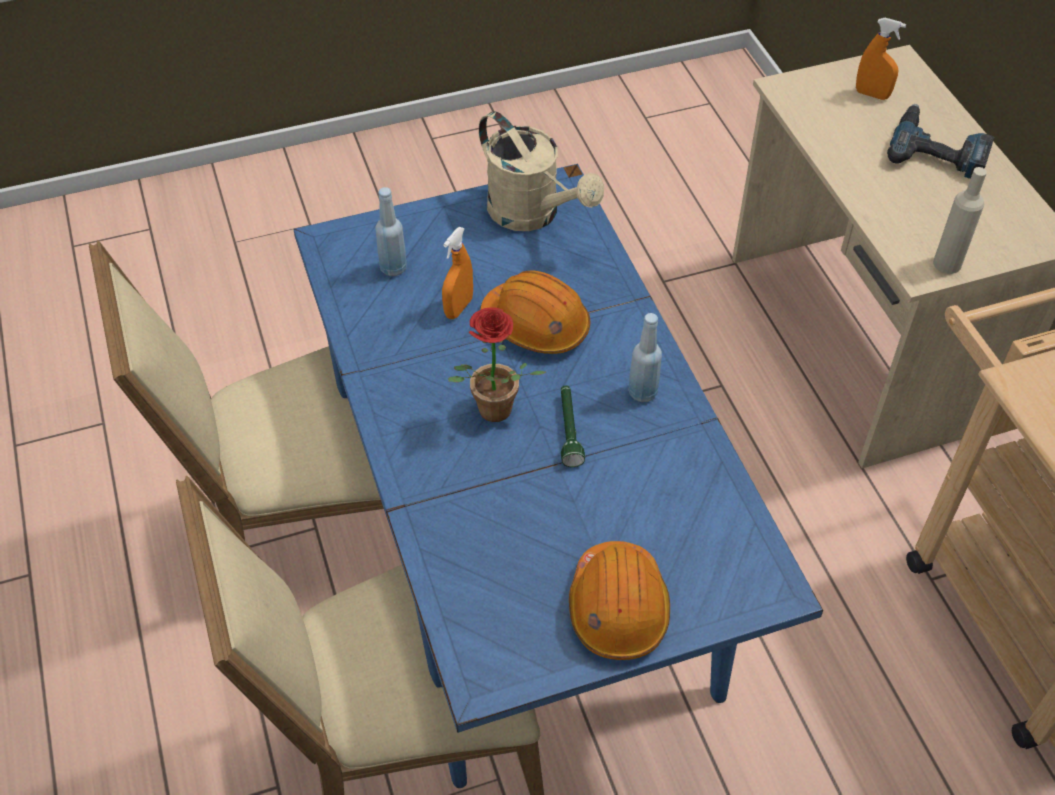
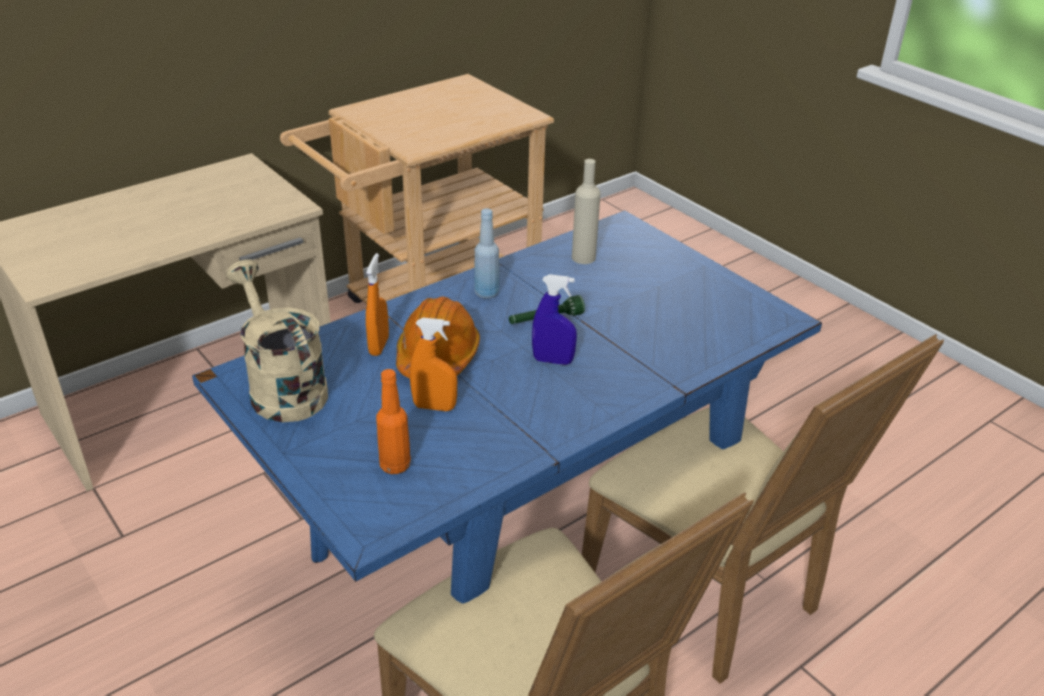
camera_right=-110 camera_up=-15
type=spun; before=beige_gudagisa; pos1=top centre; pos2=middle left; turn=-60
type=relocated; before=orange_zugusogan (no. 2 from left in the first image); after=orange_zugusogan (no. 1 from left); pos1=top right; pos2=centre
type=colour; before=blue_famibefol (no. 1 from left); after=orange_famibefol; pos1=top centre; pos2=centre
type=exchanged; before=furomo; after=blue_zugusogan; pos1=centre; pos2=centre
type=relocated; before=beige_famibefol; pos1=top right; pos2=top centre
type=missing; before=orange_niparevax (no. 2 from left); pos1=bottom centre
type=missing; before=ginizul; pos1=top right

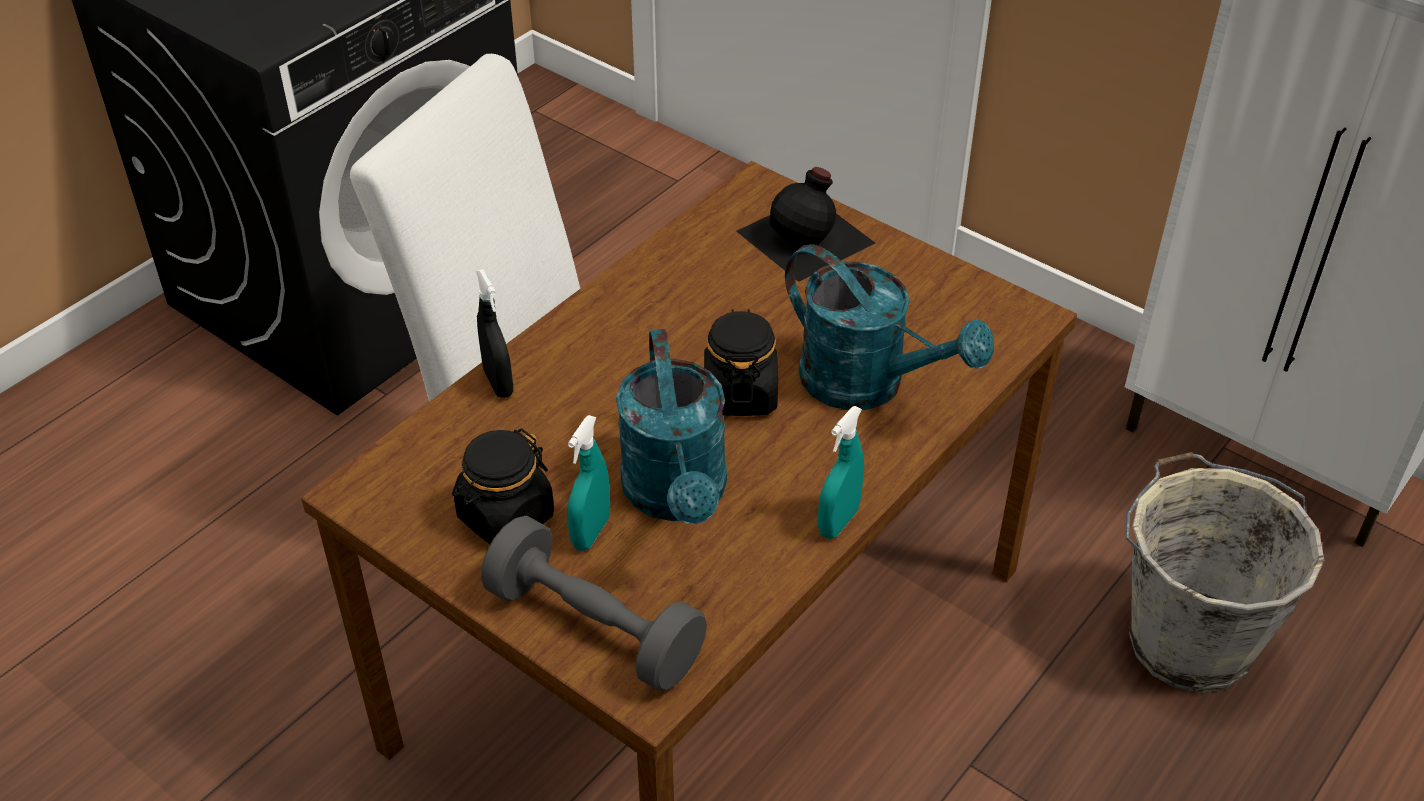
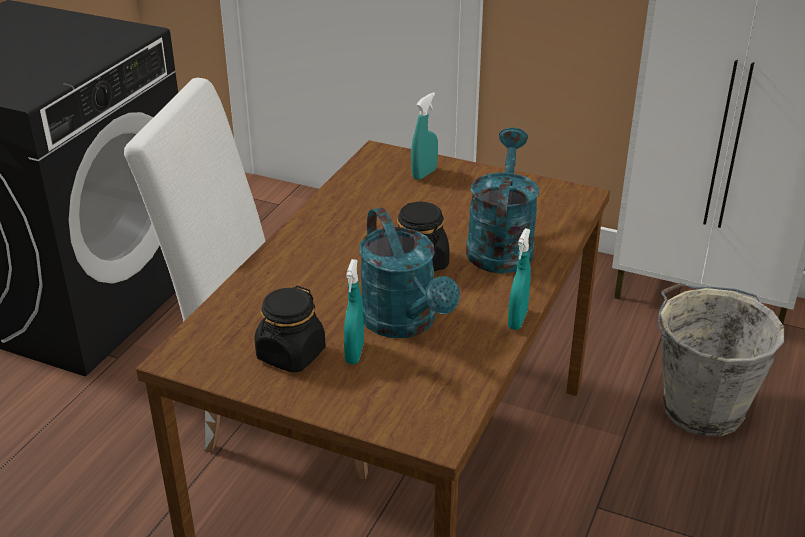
camera_right=-15 camera_up=-10
type=exchanged; before=black_famibefol; after=turquoise_zugusogan (no. 2 from left); pos1=top centre; pos2=top centre
type=spun; before=turquoise_gudagisa (no. 2 from left); pos1=centre; pos2=centre; turn=-105
type=missing; before=black_zugusogan; pos1=centre
type=missing; before=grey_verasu; pos1=bottom centre

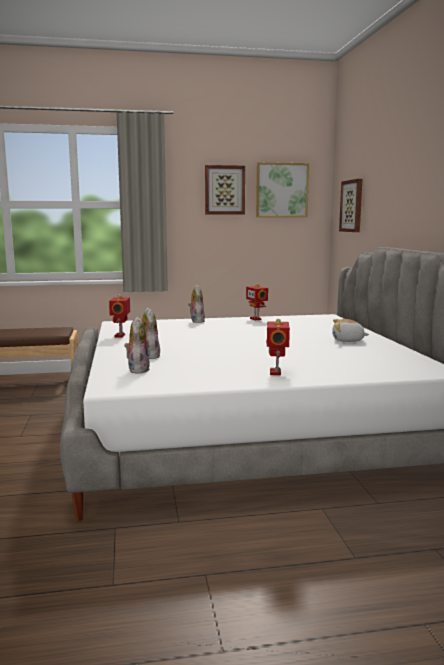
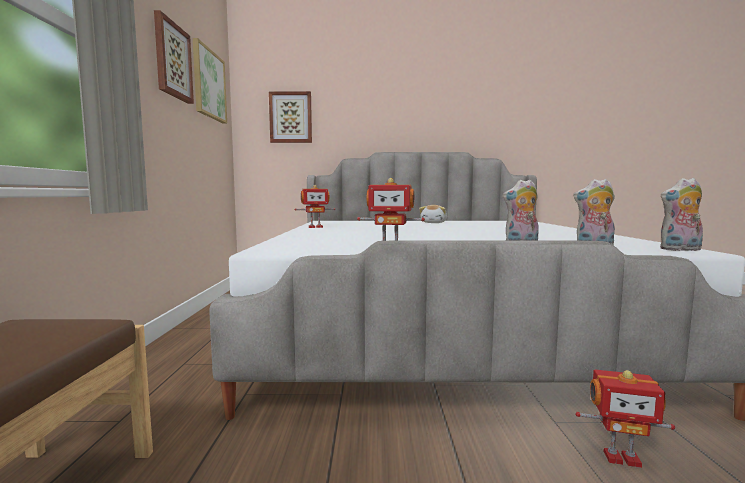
camera_right=-80 camera_up=-5
type=relocated; before=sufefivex (no. 3 from left); pos1=centre; pos2=bottom right
type=relocated; before=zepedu (no. 3 from left in the first image); after=zepedu (no. 4 from left); pos1=centre; pos2=middle right

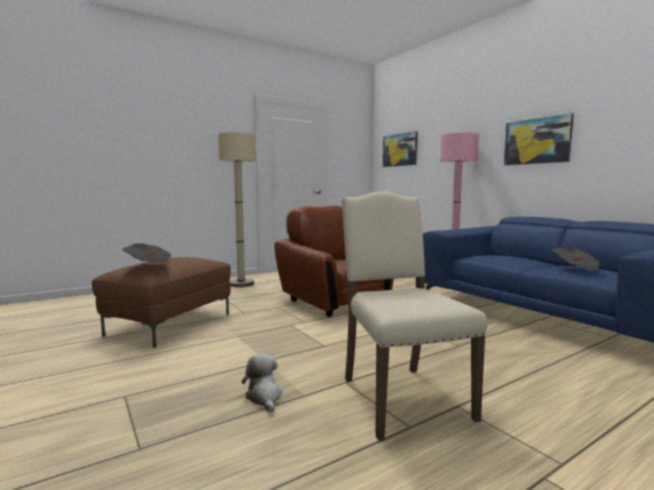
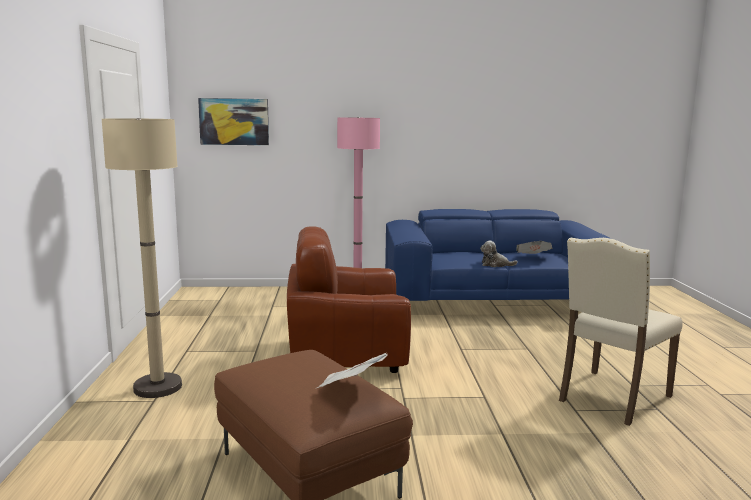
camera_right=-60 camera_up=5
type=relocated; before=zepedu; pos1=bottom centre; pos2=centre
type=spun; before=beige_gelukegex; pos1=centre; pos2=middle right; turn=-60
type=missing; before=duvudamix (no. 2 from left); pos1=top right

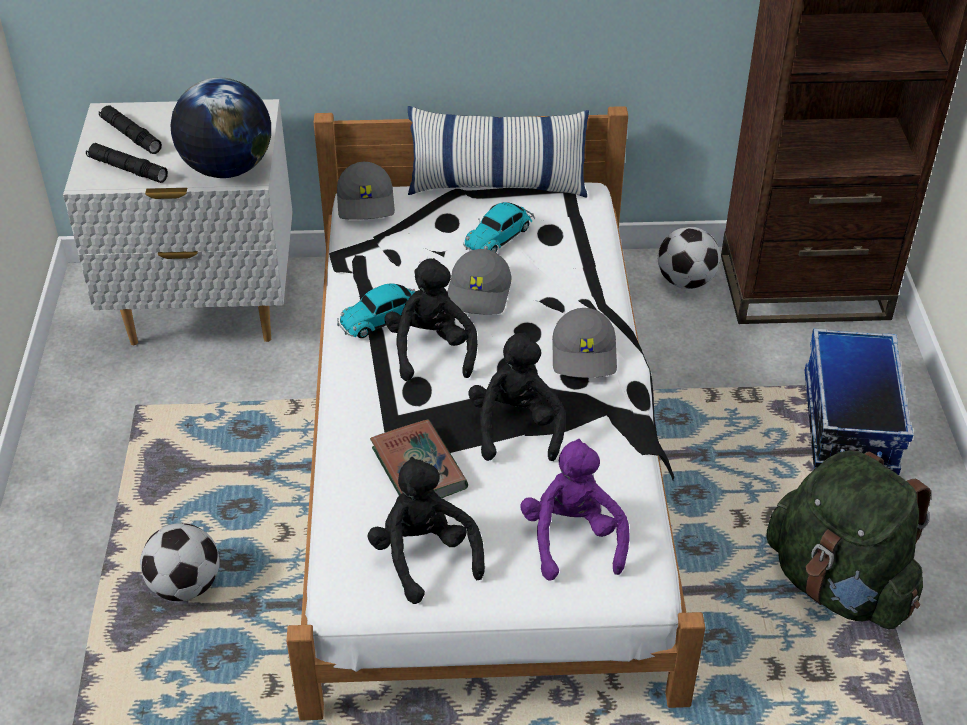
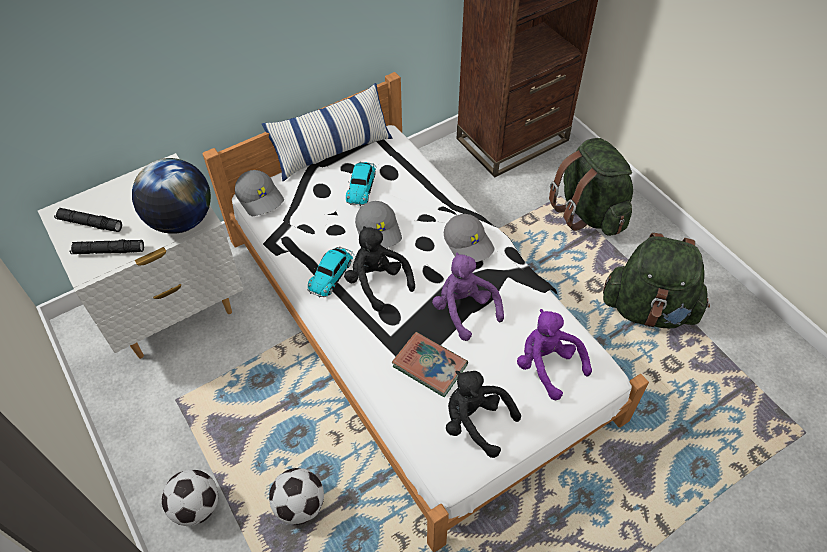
camera_right=-30 camera_up=10
type=relocated; before=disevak (no. 2 from left in the first image); after=disevak (no. 1 from left); pos1=middle right; pos2=bottom left
type=colour; before=black_zepedu (no. 3 from left); after=purple_zepedu (no. 1 from left); pos1=centre; pos2=centre
type=exchanged; before=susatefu; after=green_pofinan (no. 1 from left); pos1=middle right; pos2=middle right

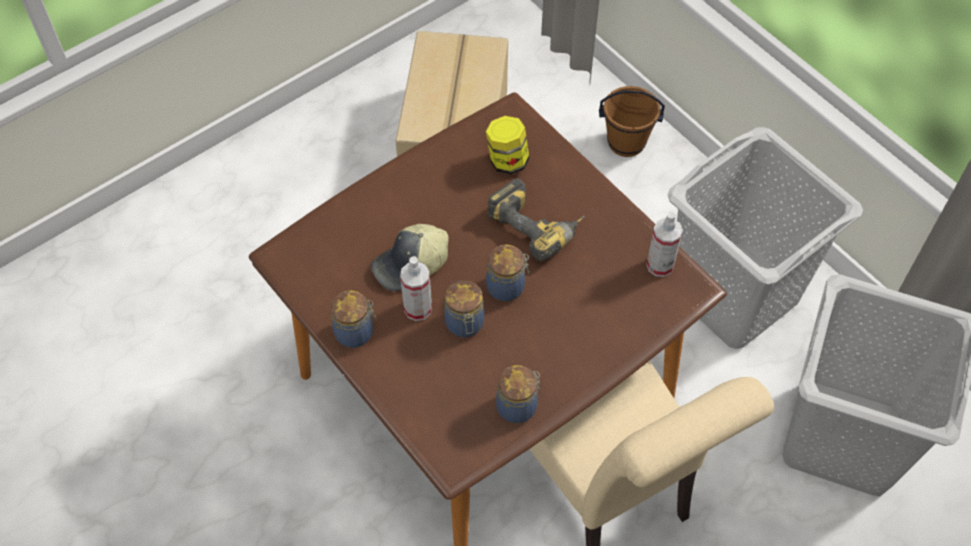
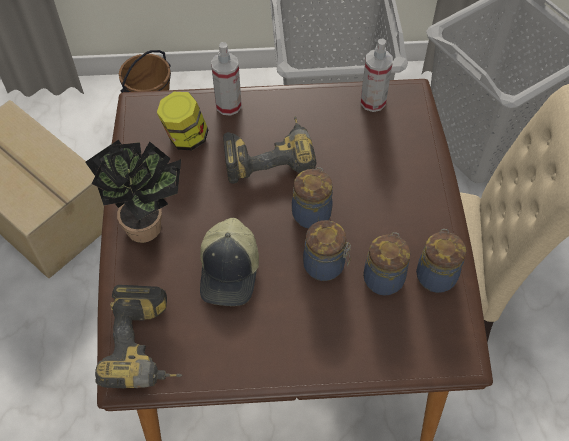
camera_right=-55 camera_up=0
type=appeared; after=furomo; pos2=middle left
type=appeared; after=ginizul (no. 1 from left); pos2=bottom left
type=relocated; before=zugusogan (no. 1 from left); pos1=centre; pos2=top centre
type=relocated; before=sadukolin (no. 1 from left in the first image); after=sadukolin (no. 4 from left); pos1=centre; pos2=middle right

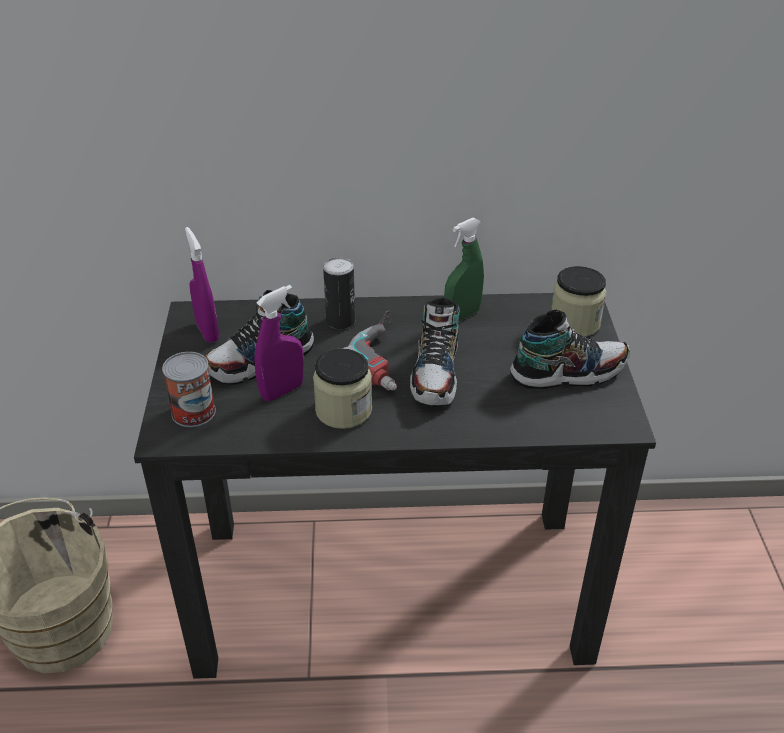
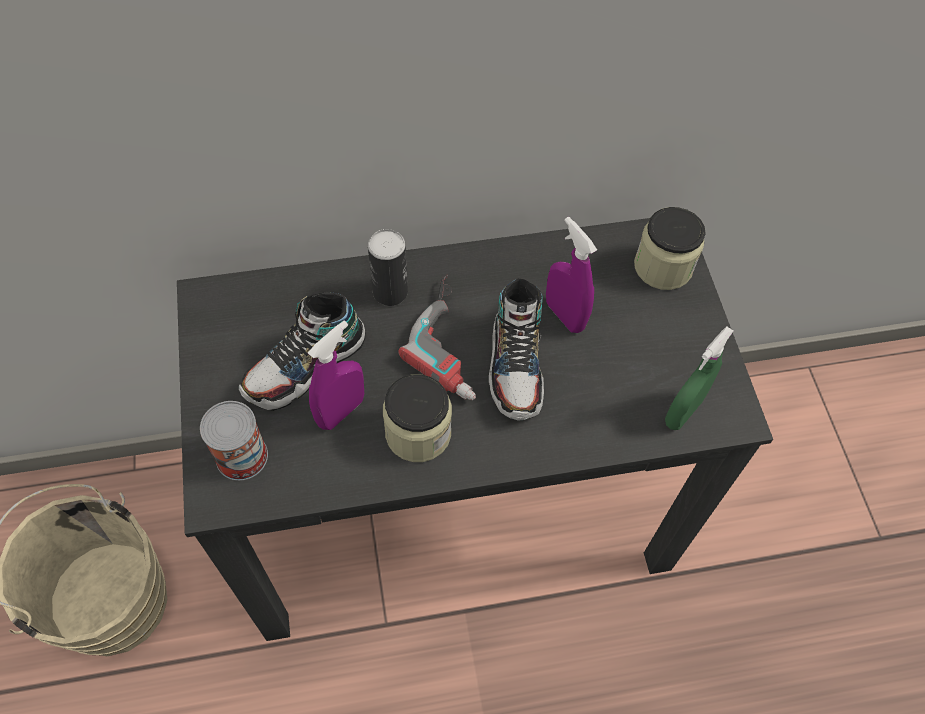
camera_right=-10 camera_up=20
type=relocated; before=purple_zugusogan (no. 1 from left in the first image); after=purple_zugusogan (no. 2 from left); pos1=middle left; pos2=centre
type=relocated; before=green_zugusogan; pos1=centre; pos2=middle right
type=missing; before=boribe (no. 3 from left); pos1=middle right

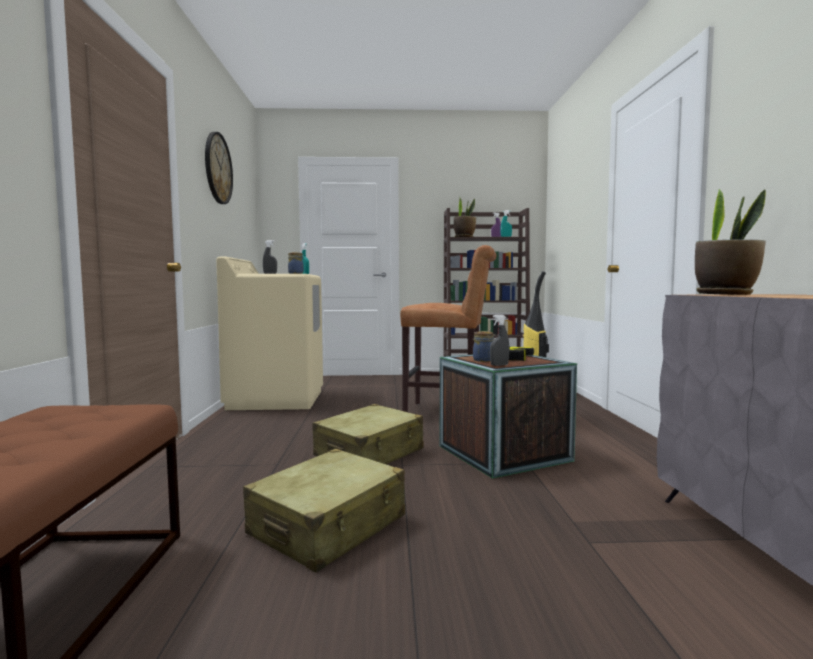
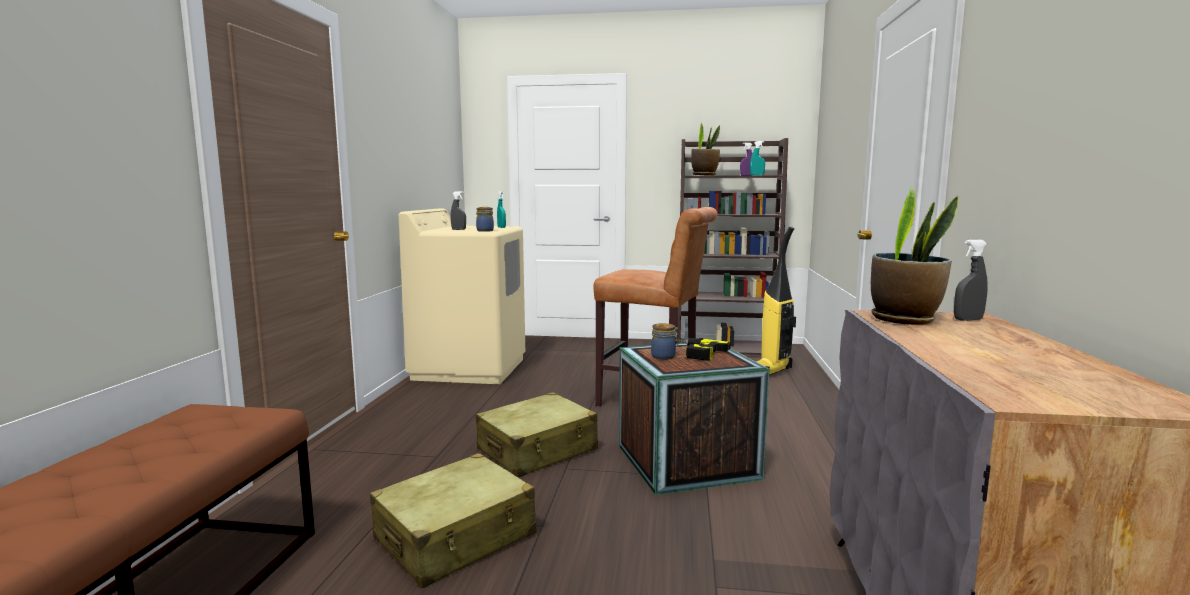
camera_right=10 camera_up=5
type=relocated; before=grey_zugusogan (no. 2 from left); pos1=centre; pos2=middle right
type=missing; before=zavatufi; pos1=top left

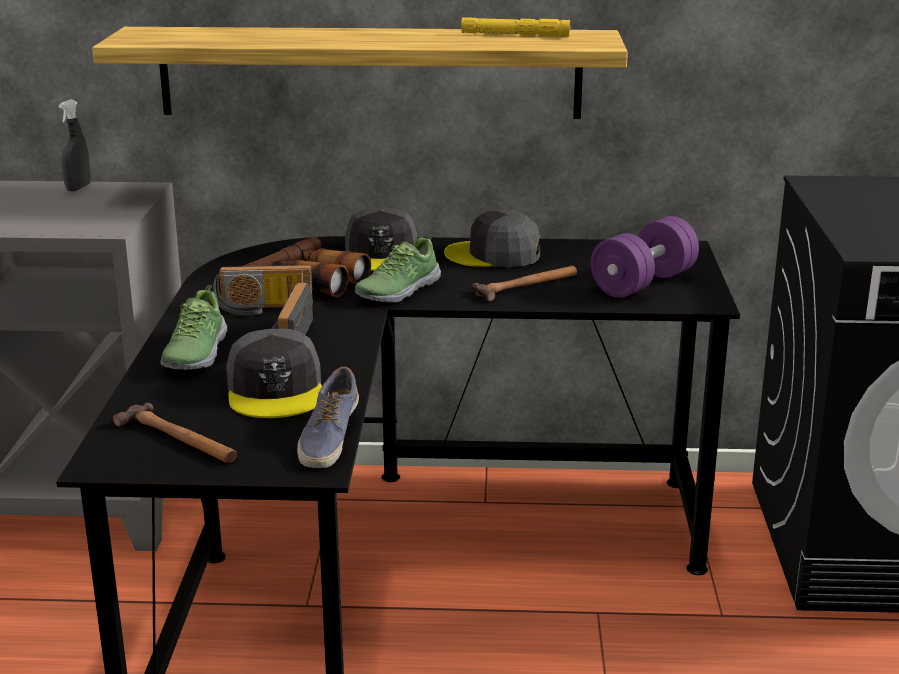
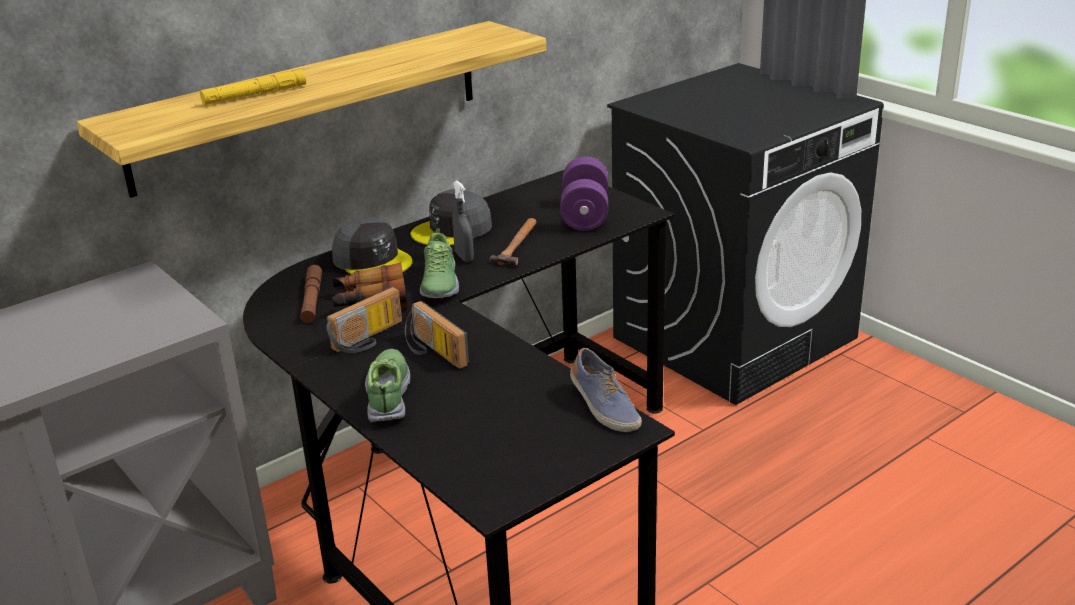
camera_right=-40 camera_up=5
type=relocated; before=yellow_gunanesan; pos1=top centre; pos2=top left
type=spun; before=boribe (no. 1 from left); pos1=middle left; pos2=centre; turn=-150
type=relocated; before=grey_zugusogan; pos1=top left; pos2=centre
type=missing; before=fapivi (no. 1 from left); pos1=middle left
type=missing; before=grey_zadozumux (no. 1 from left); pos1=middle left

